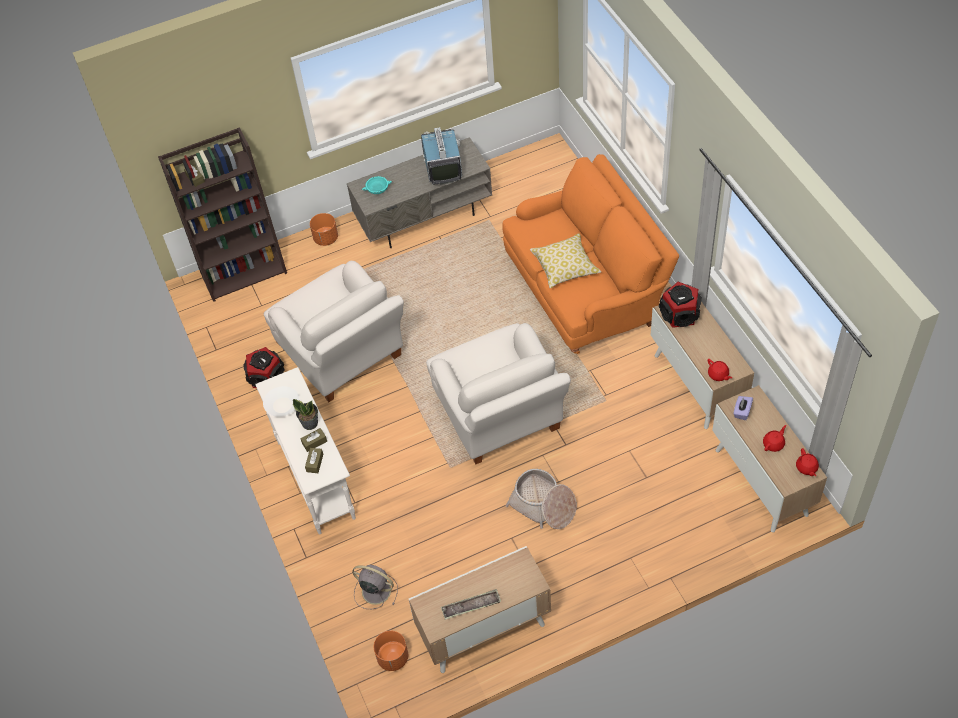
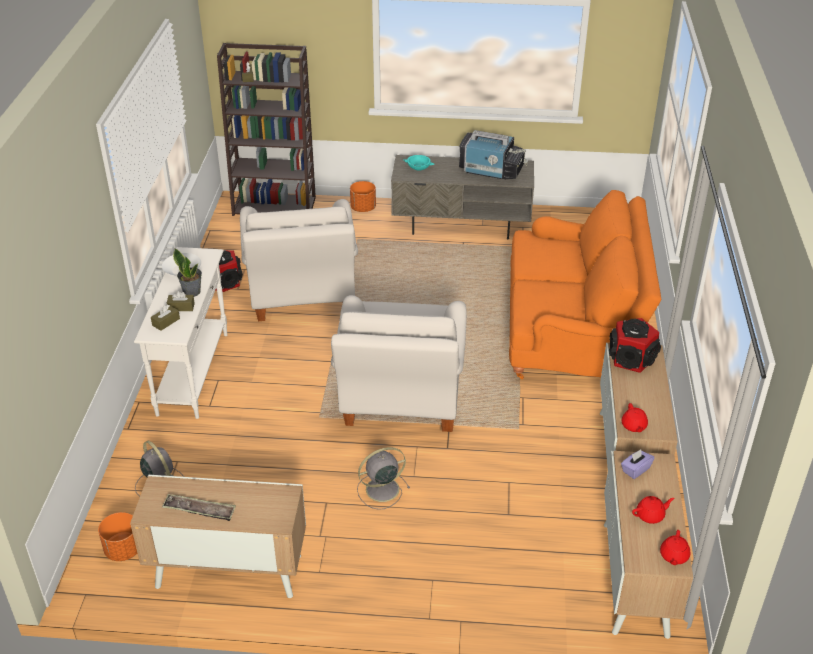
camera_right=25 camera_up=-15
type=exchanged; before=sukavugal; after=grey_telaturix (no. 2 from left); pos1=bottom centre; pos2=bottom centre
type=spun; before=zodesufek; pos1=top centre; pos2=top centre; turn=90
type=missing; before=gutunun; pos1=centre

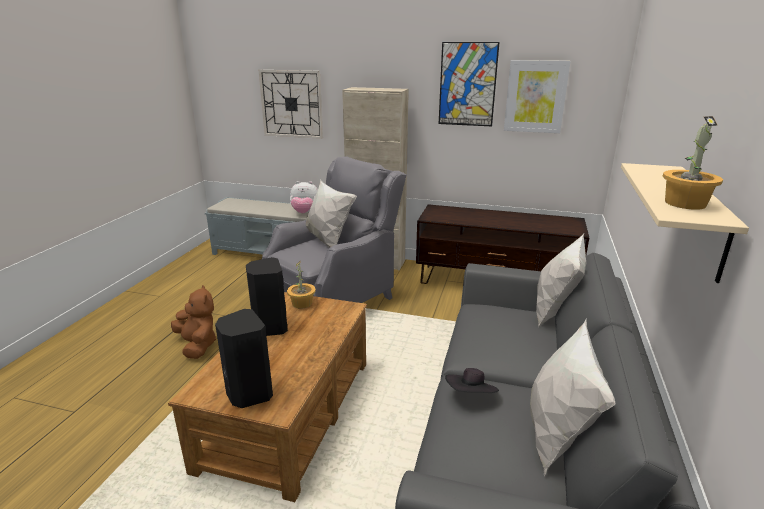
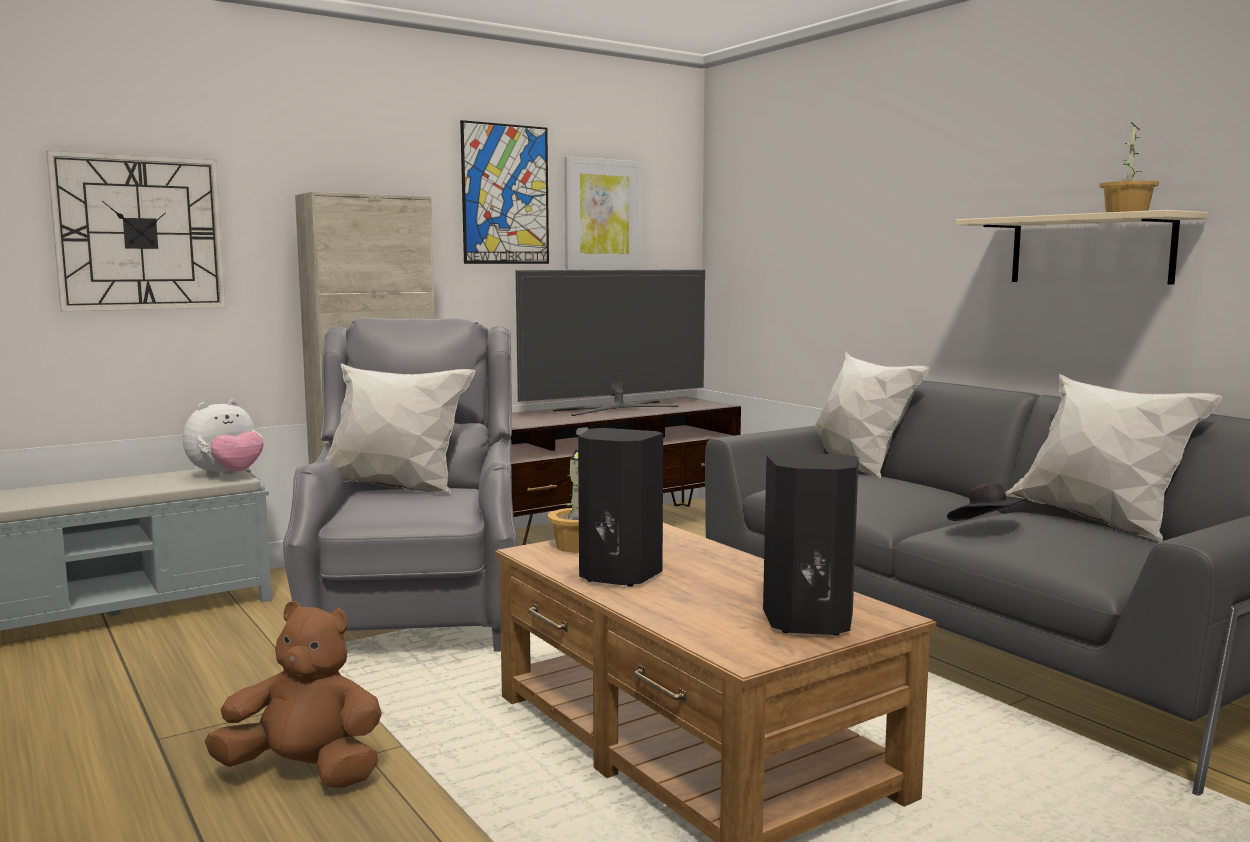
camera_right=-50 camera_up=-15
type=appeared; after=zodesufek; pos2=centre

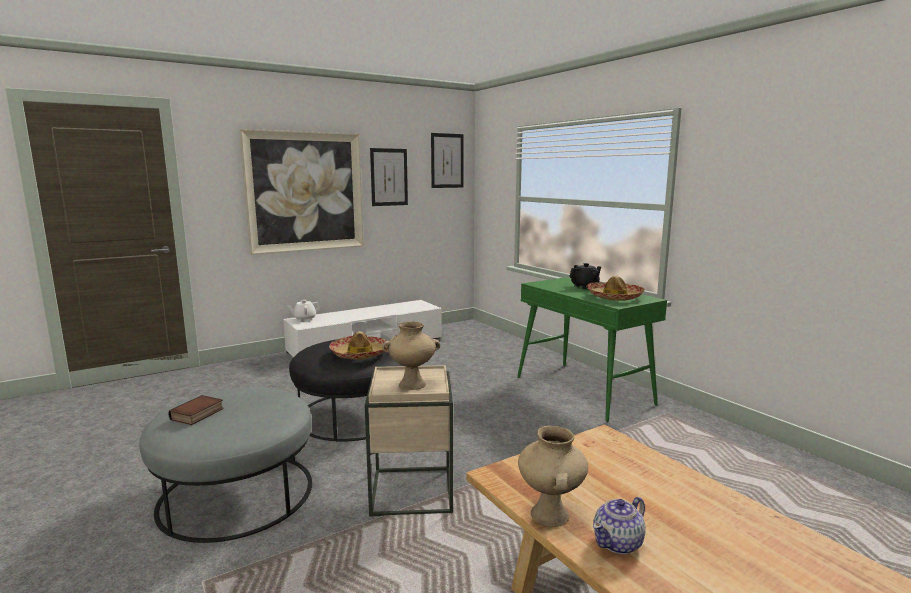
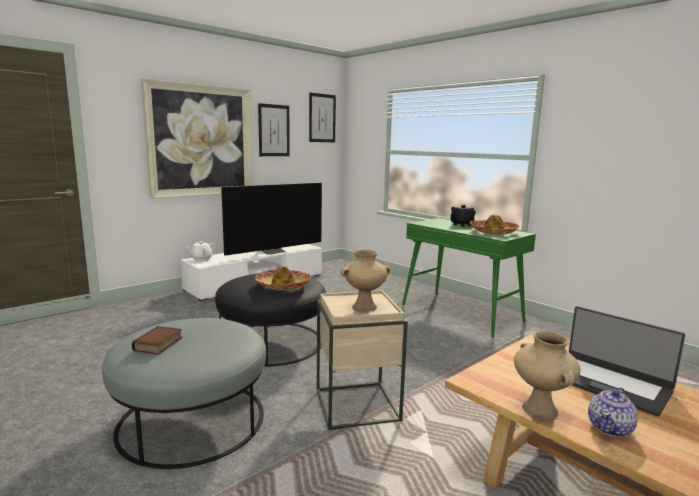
camera_right=-10 camera_up=0
type=appeared; after=zodesufek; pos2=centre
type=appeared; after=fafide; pos2=bottom right

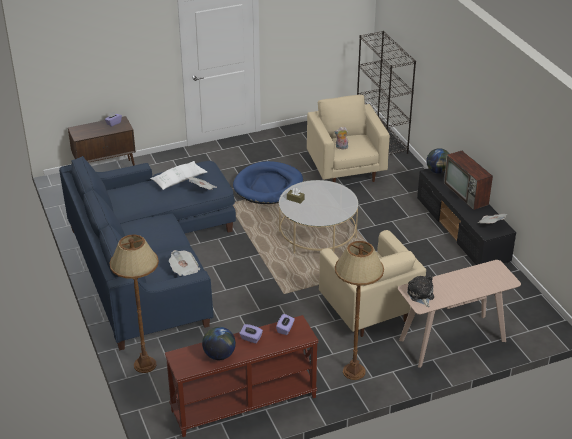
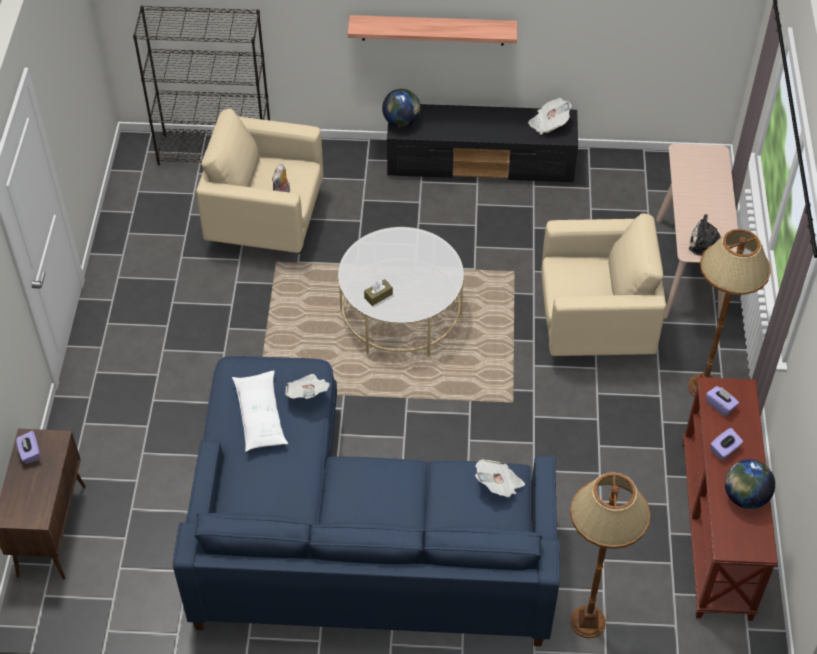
camera_right=-65 camera_up=15
type=appeared; after=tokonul; pos2=top centre
type=missing; before=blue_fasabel; pos1=centre
type=missing; before=zodesufek; pos1=middle right

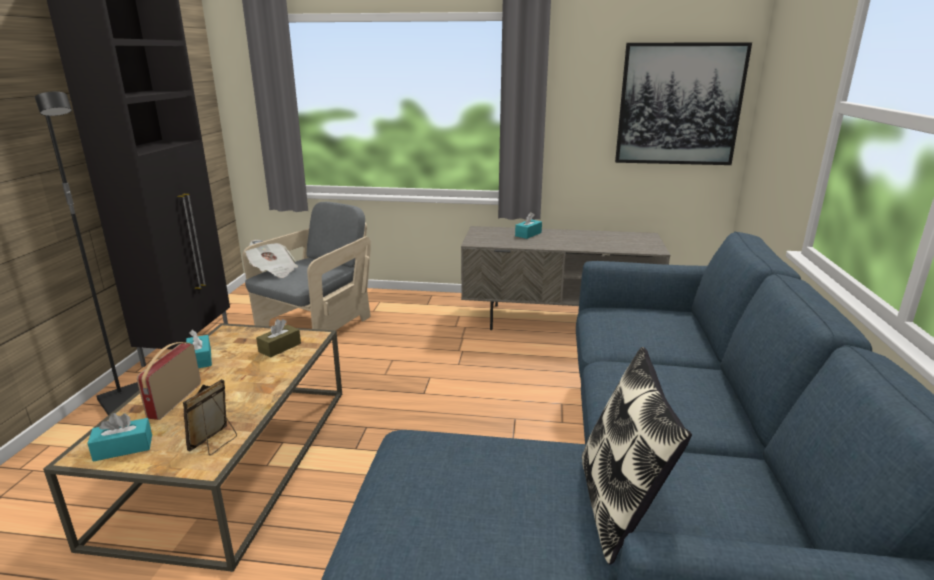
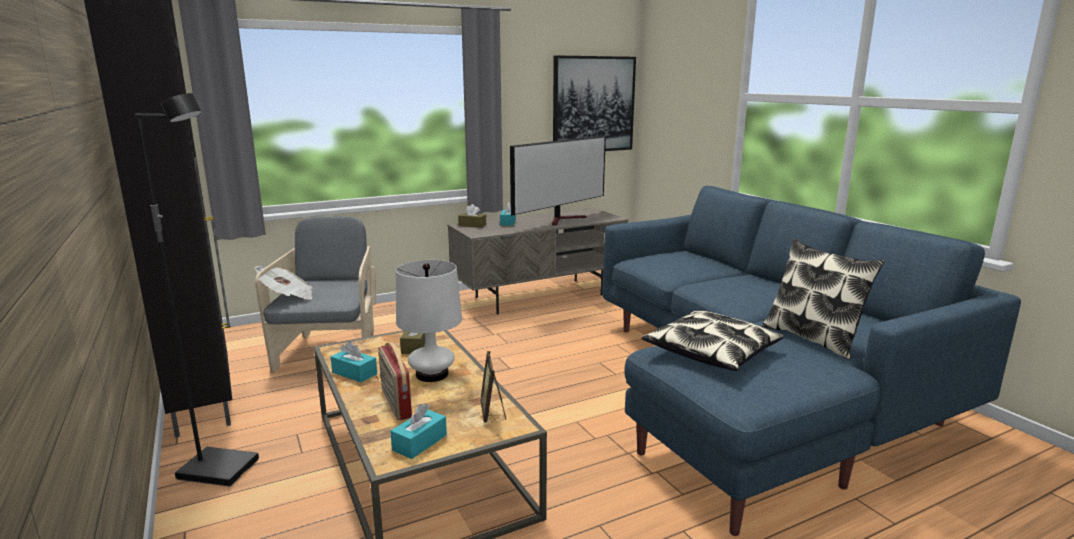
camera_right=-35 camera_up=-5
type=appeared; after=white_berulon; pos2=centre
type=appeared; after=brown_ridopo (no. 2 from left); pos2=centre
type=appeared; after=zodesufek; pos2=centre
type=appeared; after=gutunun (no. 1 from left); pos2=centre

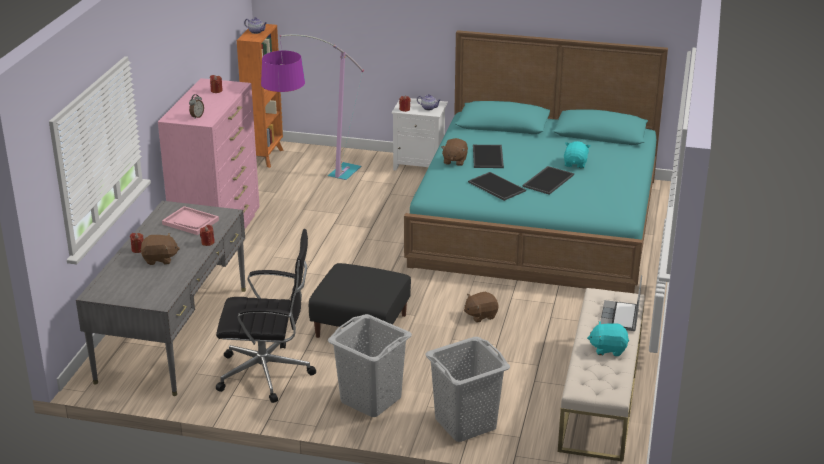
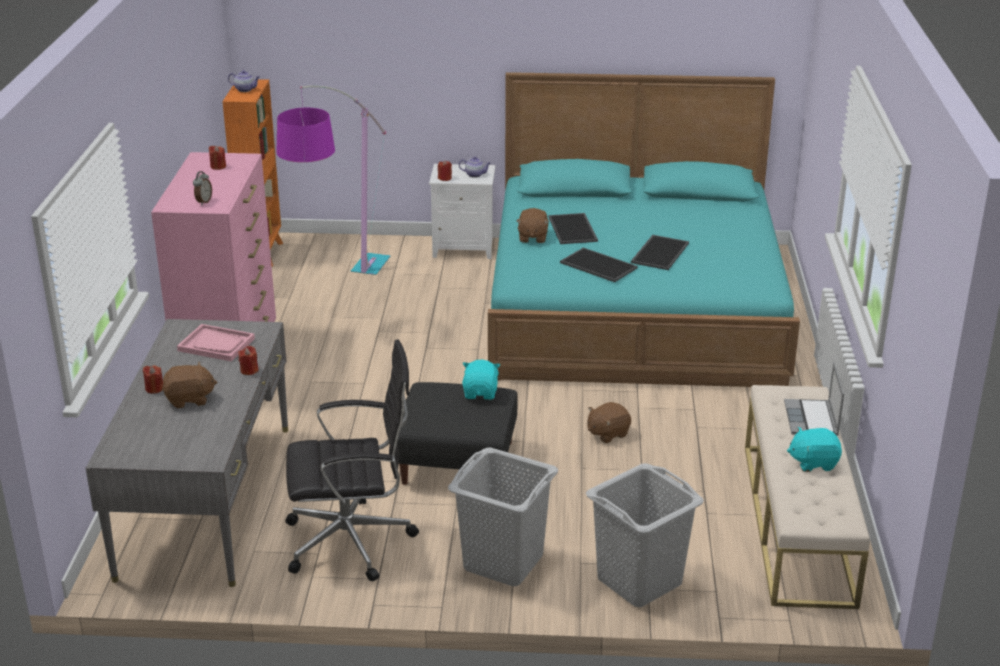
camera_right=-10 camera_up=0
type=relocated; before=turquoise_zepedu (no. 1 from left); pos1=top right; pos2=centre

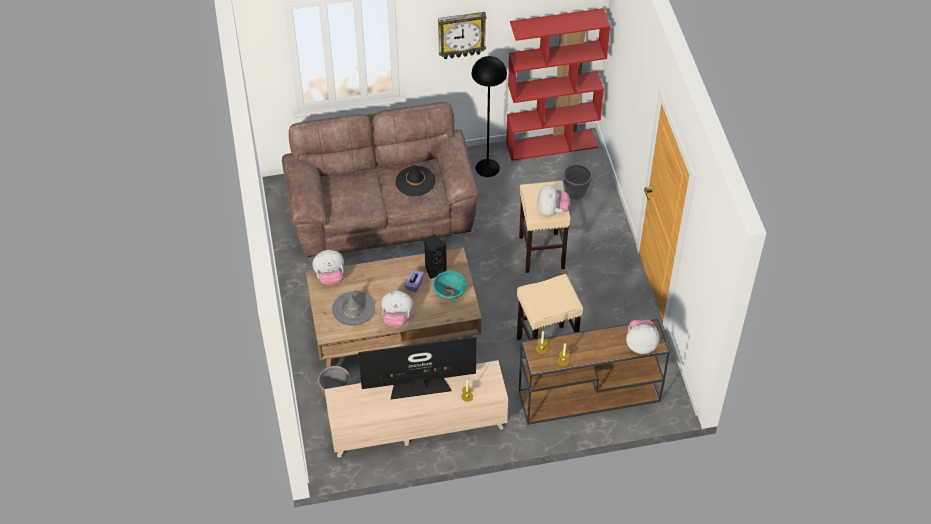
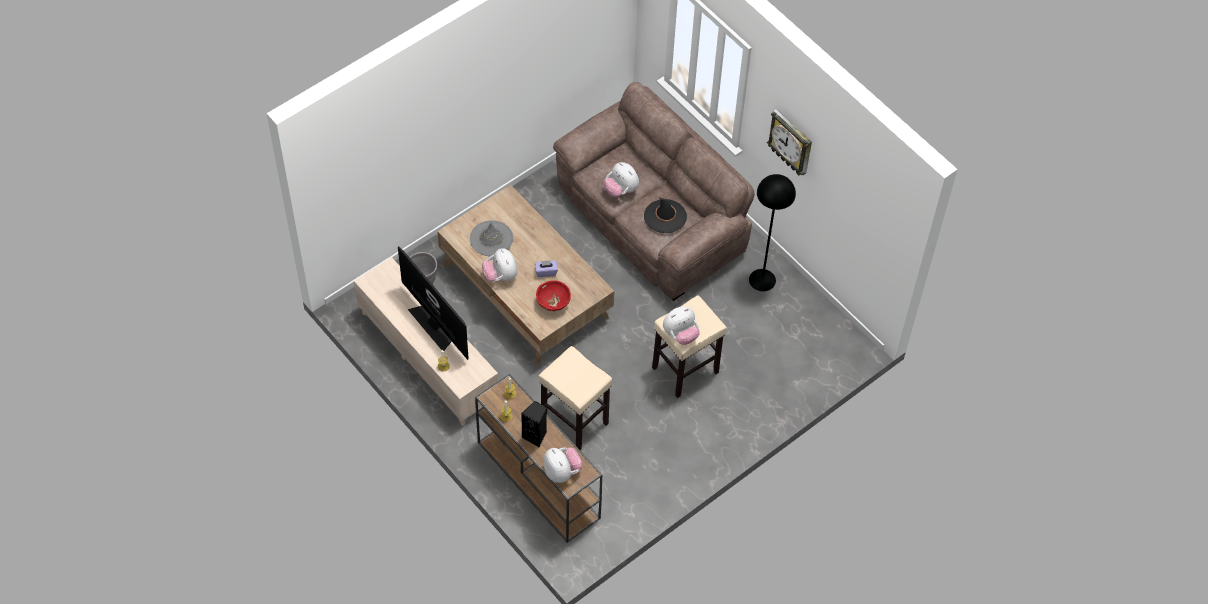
camera_right=60 camera_up=5
type=relocated; before=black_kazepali; pos1=centre; pos2=bottom centre
type=colour; before=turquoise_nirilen; after=red_nirilen; pos1=centre; pos2=centre
type=relocated; before=zepedu (no. 1 from left in the first image); after=zepedu (no. 3 from left); pos1=centre; pos2=top centre
type=missing; before=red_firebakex; pos1=top centre
type=missing; before=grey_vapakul (no. 2 from left); pos1=centre

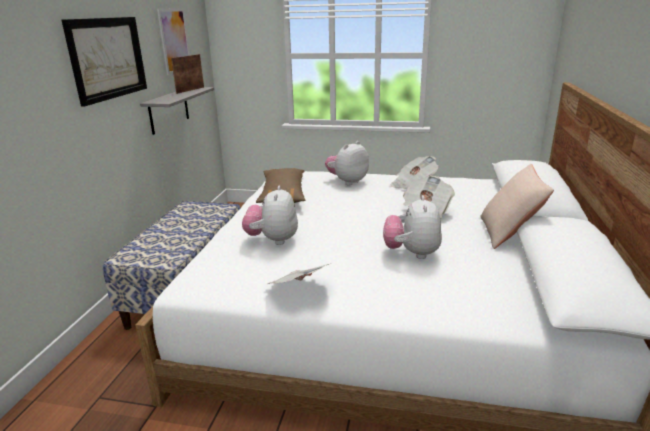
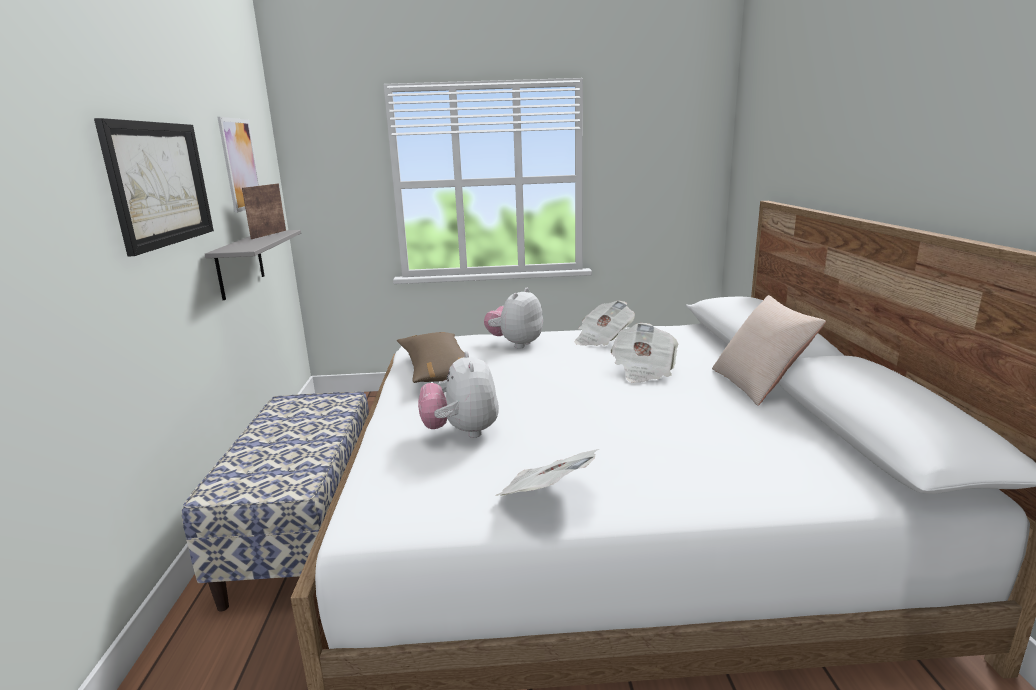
camera_right=-15 camera_up=-5
type=missing; before=zepedu (no. 3 from left); pos1=centre

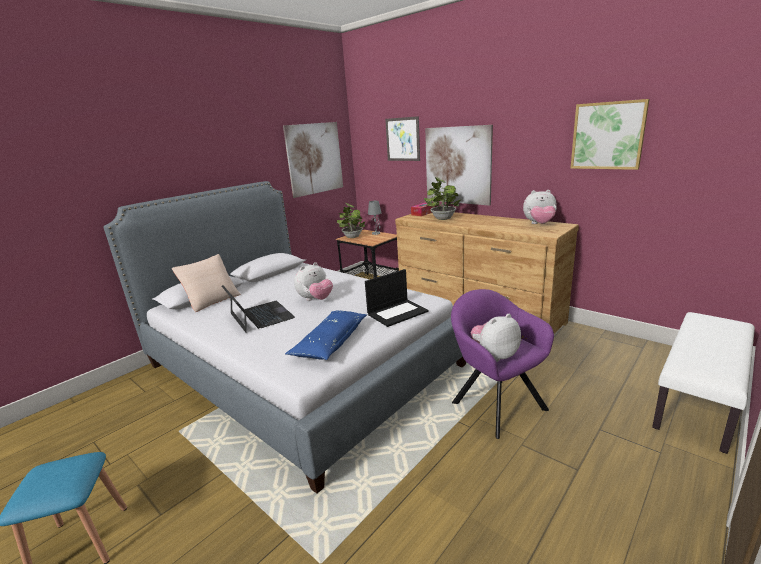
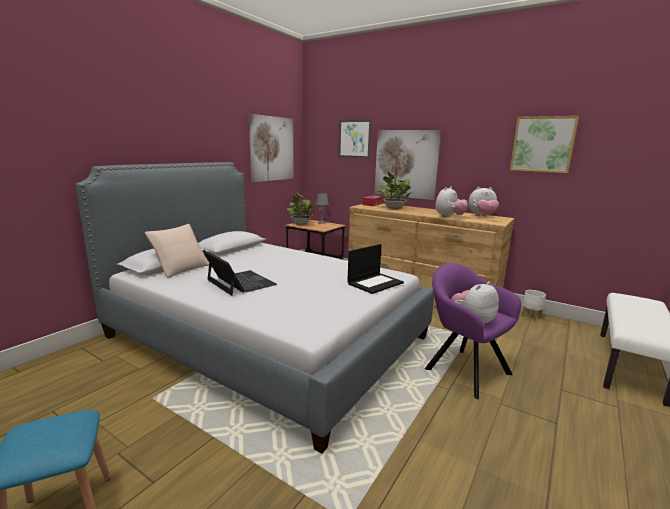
camera_right=-10 camera_up=-5
type=relocated; before=zepedu (no. 1 from left); pos1=centre; pos2=middle right
type=appeared; after=white_vapakul; pos2=middle right
type=missing; before=blue_gutunun; pos1=centre

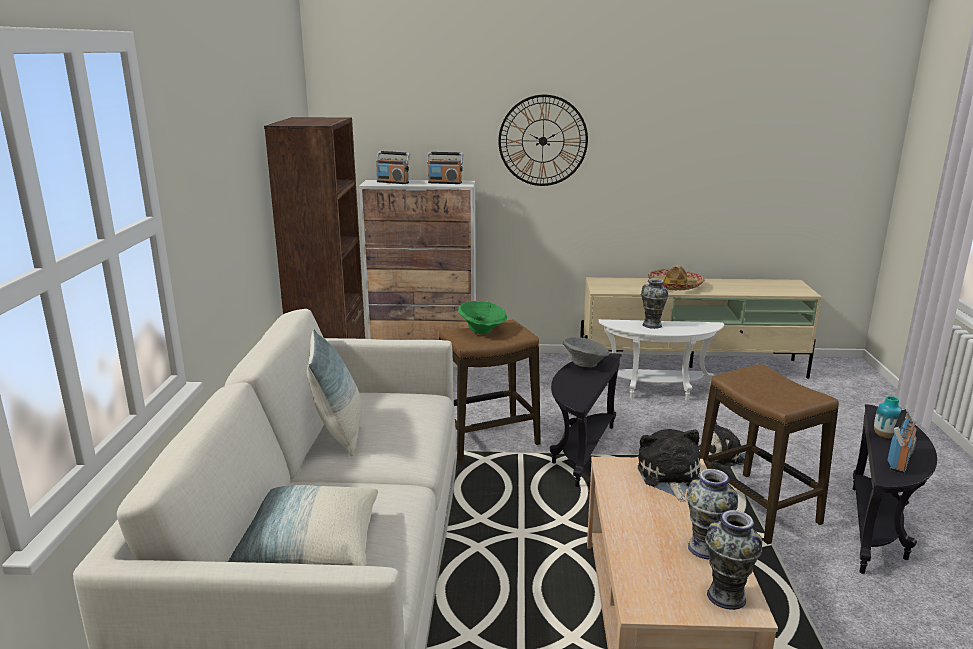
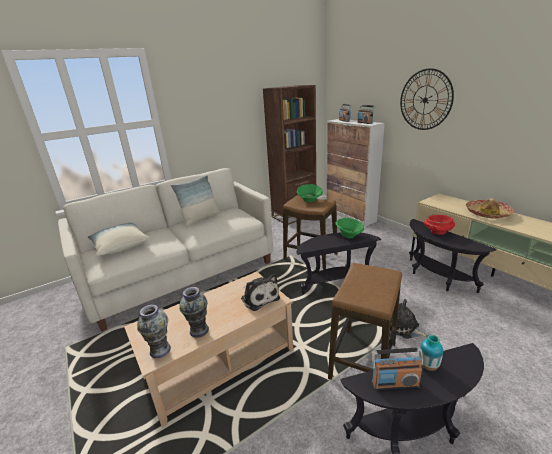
camera_right=55 camera_up=5
type=spun; before=zepedu (no. 1 from left); pos1=bottom right; pos2=centre; turn=90
type=colour; before=grey_nirilen; after=green_nirilen (no. 2 from left); pos1=centre; pos2=centre
type=colour; before=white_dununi; after=black_dununi (no. 3 from left); pos1=middle right; pos2=middle right
type=exchanged; before=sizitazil (no. 1 from left); after=red_nirilen; pos1=middle right; pos2=middle right

